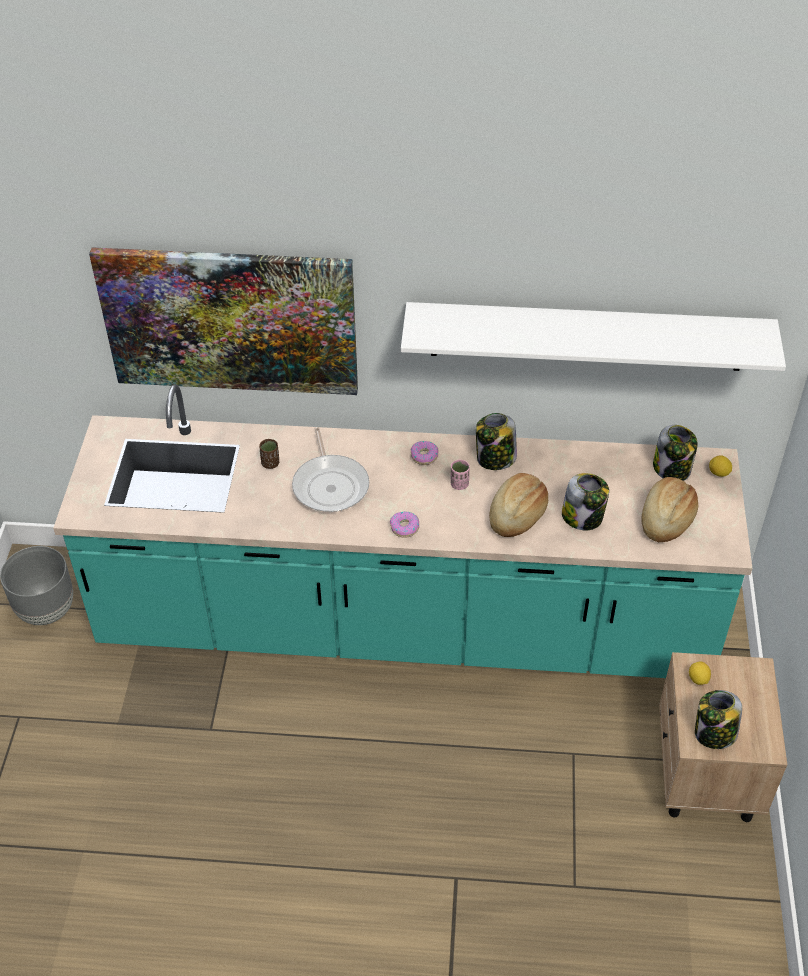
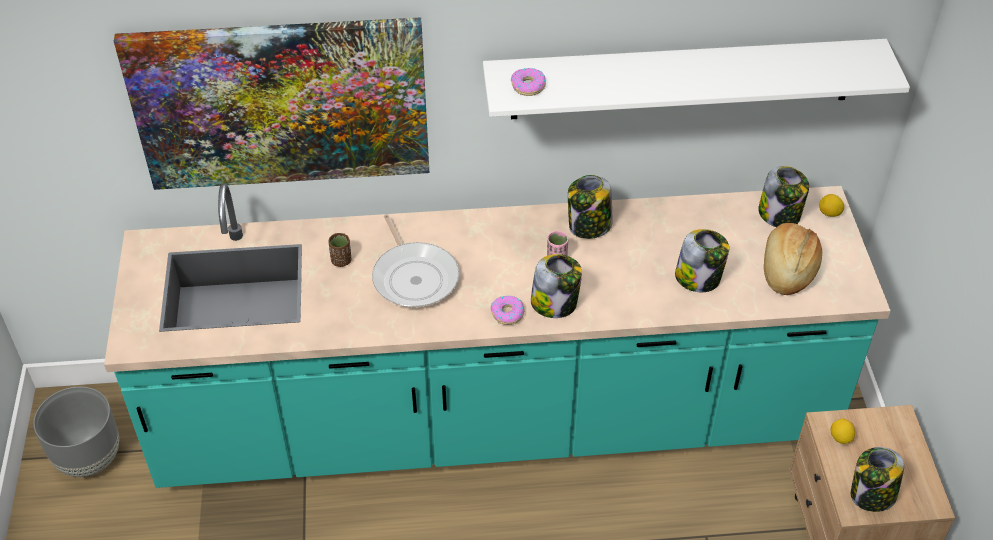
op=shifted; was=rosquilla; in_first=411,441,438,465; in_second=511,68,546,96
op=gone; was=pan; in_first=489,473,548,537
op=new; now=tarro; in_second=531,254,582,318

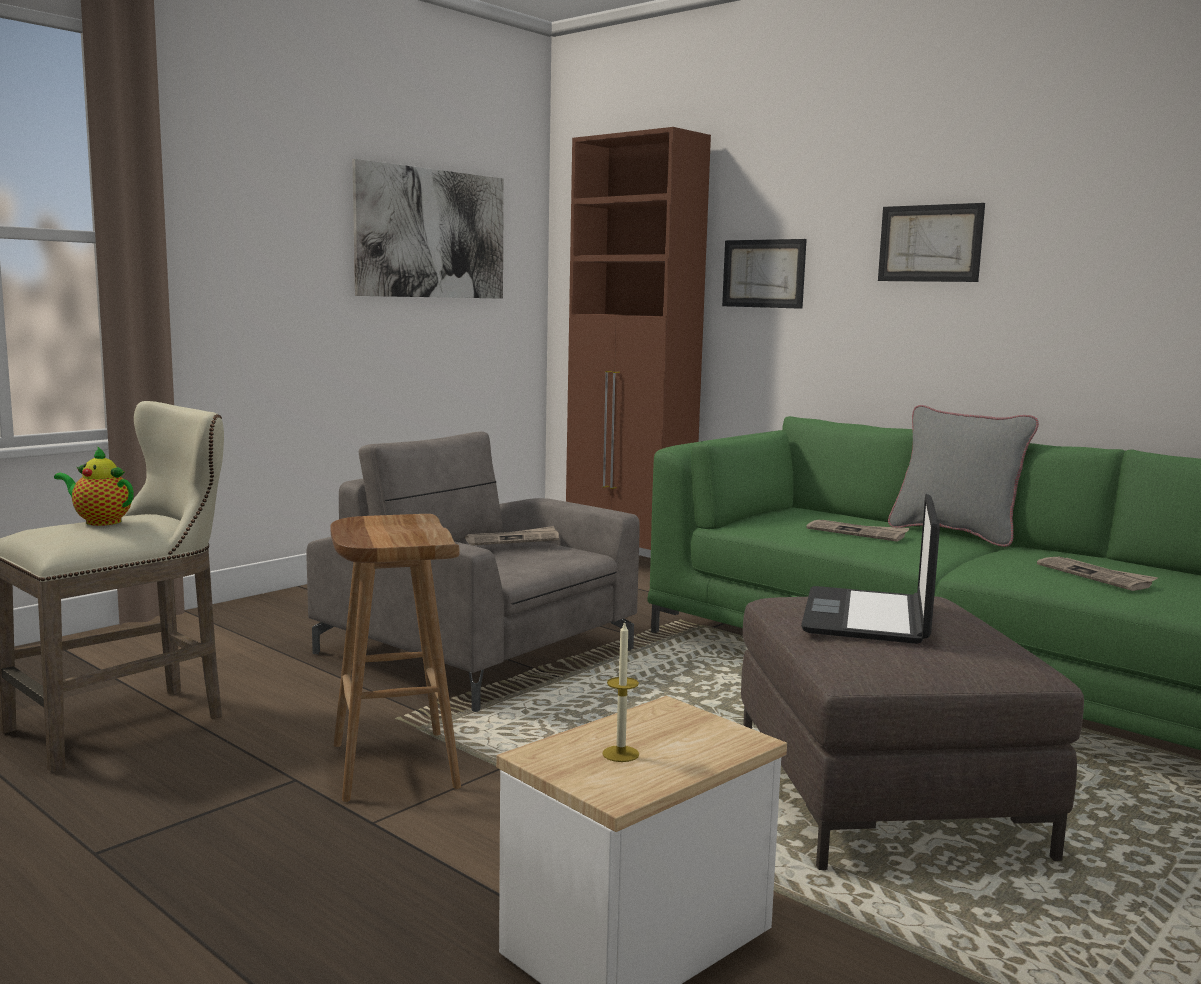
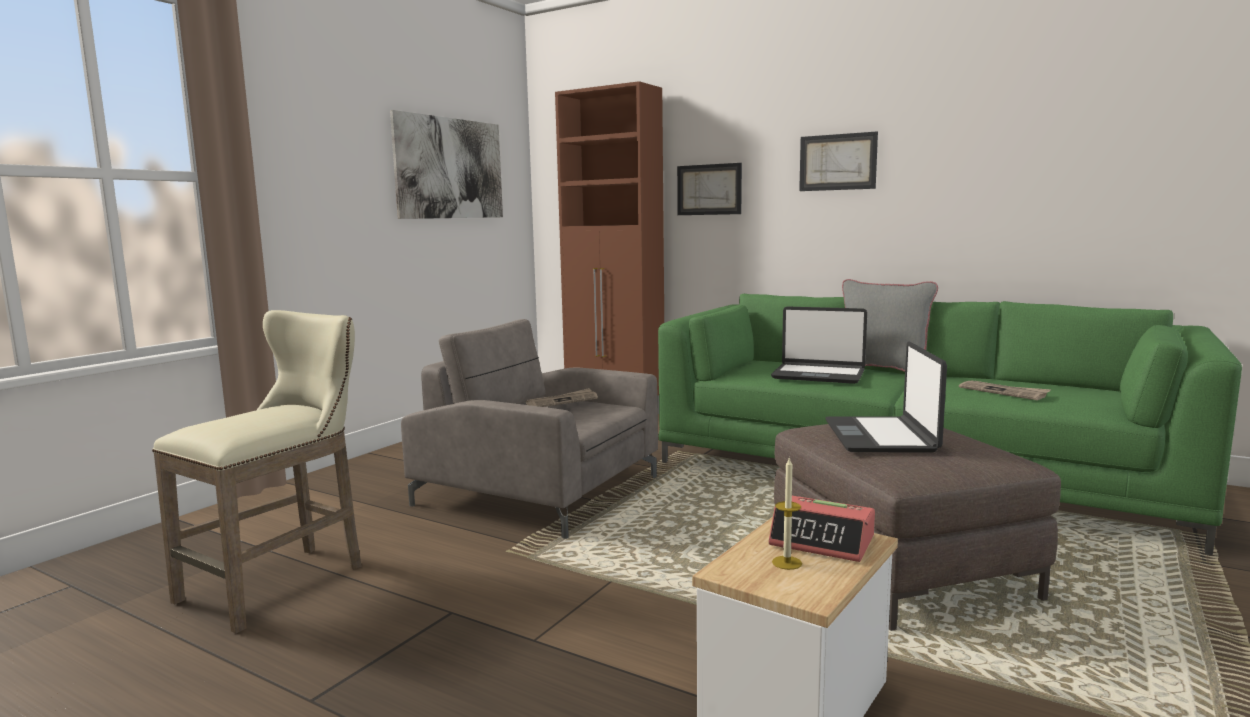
op=gone; was=tetera; in_first=54,446,134,526
op=gone; was=taburete (marrón); in_first=330,514,461,802
op=swapped; was=periódico; now=portátil; in_first=807,520,910,542; in_second=771,307,867,384
op=new; now=despertador; in_second=768,496,875,562

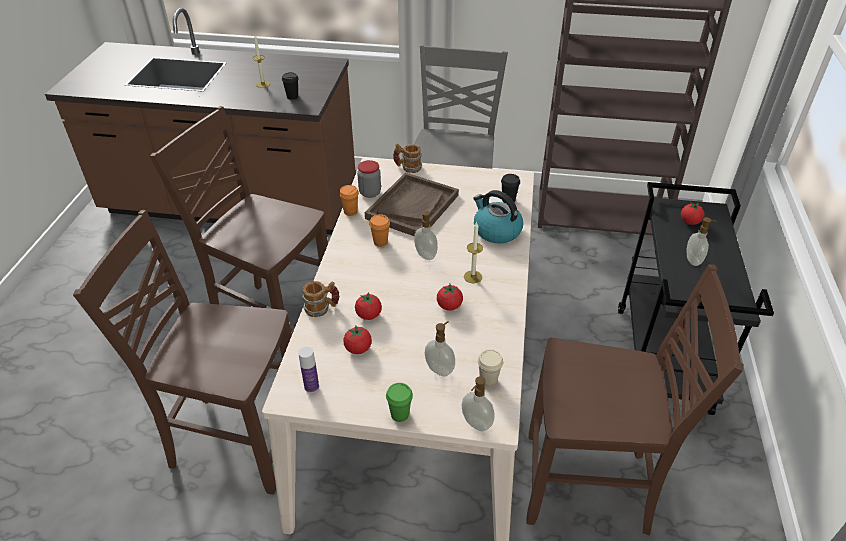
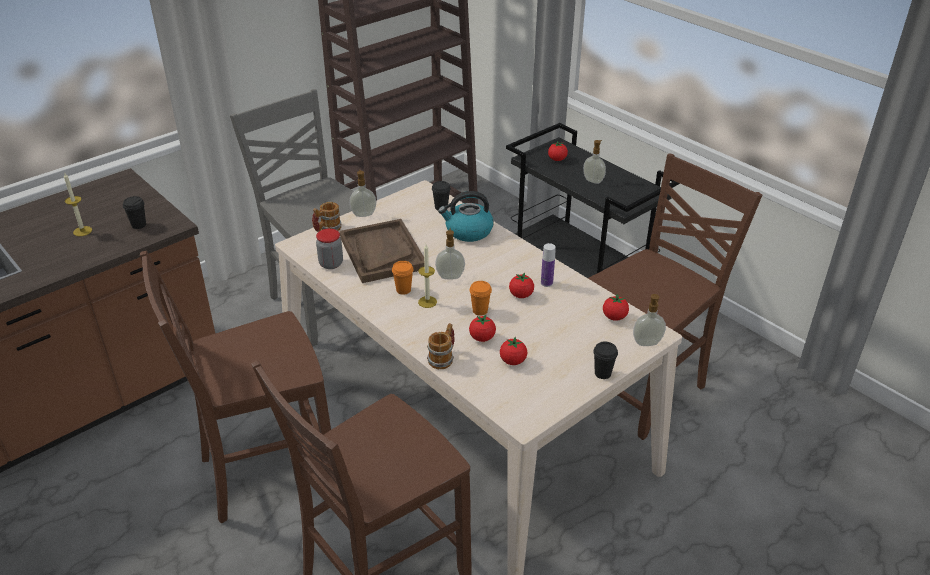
op=shifted; was=taza (naranja); in_first=339,185,359,216; in_second=469,281,492,316
op=shifted; was=vela; in_first=464,222,483,283; in_second=418,245,437,308
op=shifted; was=dispensador de jabón; in_first=425,321,455,376; in_second=349,170,376,217
op=shifted; was=botella; in_first=299,347,319,393; in_second=541,243,556,287
op=swapped; was=taza (beis); now=tomate; in_first=477,349,503,387; in_second=603,294,629,321
op=repainted; was=taza (verde); now=taza (negro); in_first=386,383,413,422; in_second=593,342,618,379

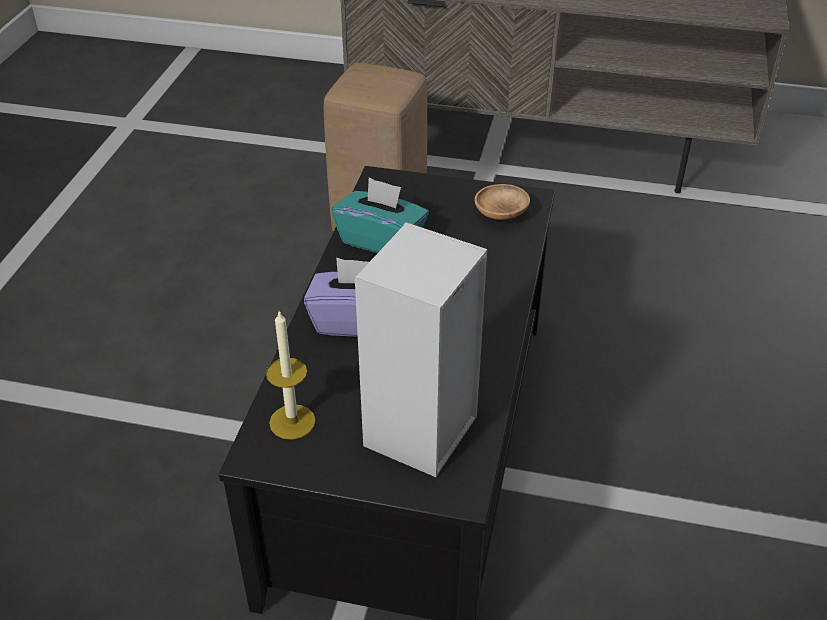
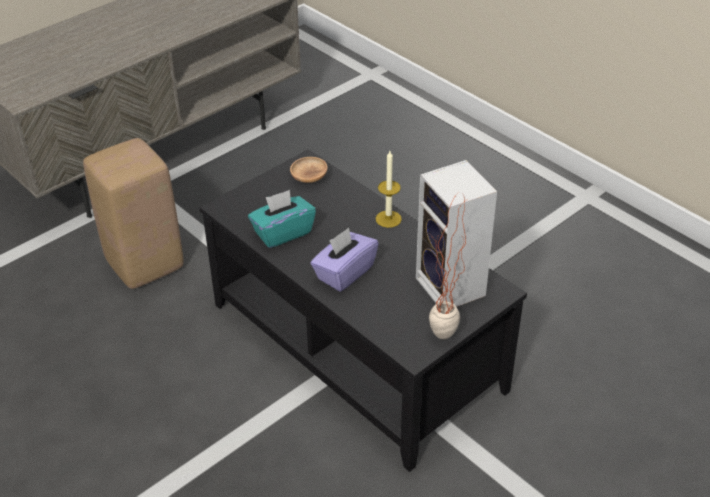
op=shifted; was=vela; in_first=266,311,316,440; in_second=376,151,402,228
op=new; now=planta en maceta; in_second=429,193,466,340

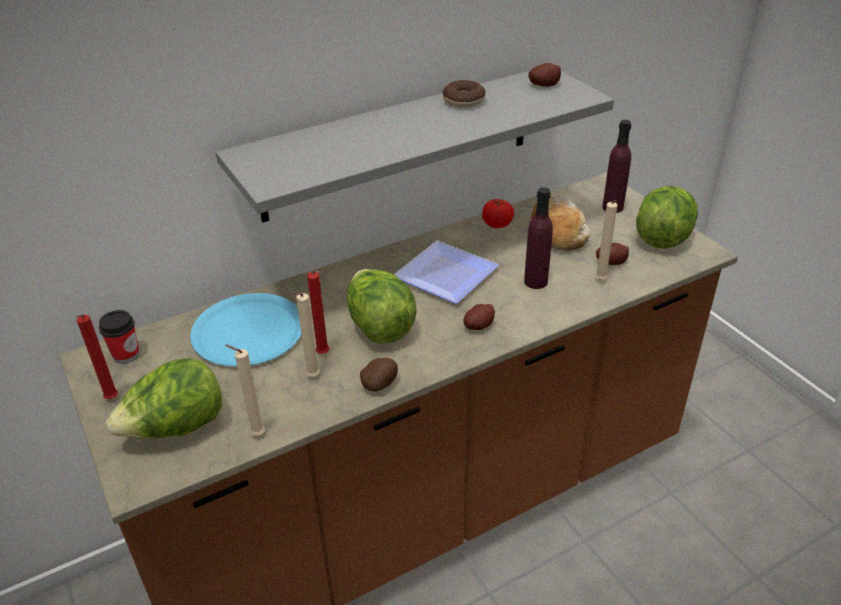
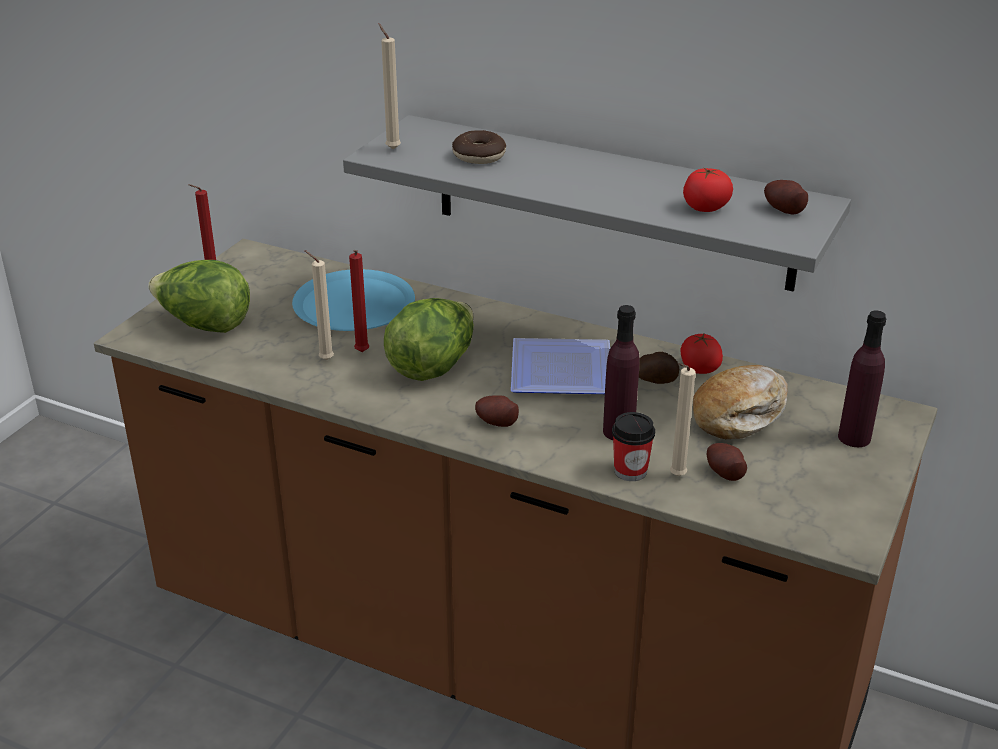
op=shifted; was=rosquilla; in_first=443,80,486,107; in_second=452,130,506,164
op=gone; was=lechuga; in_first=636,186,698,249
op=shifted; was=taza; in_first=99,310,140,364; in_second=612,412,655,481
op=shifted; was=vela (beis); in_first=225,345,265,436; in_second=379,24,401,150
op=shifted; was=patata; in_first=360,358,398,391; in_second=639,352,679,384
op=new; now=tomate; in_second=683,167,733,212

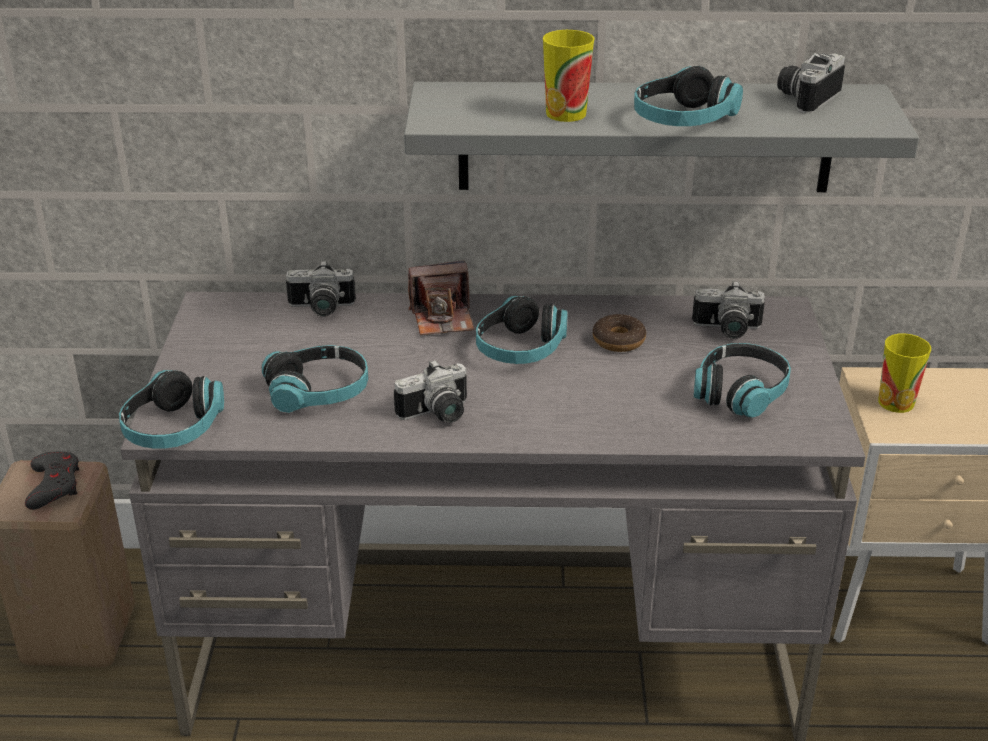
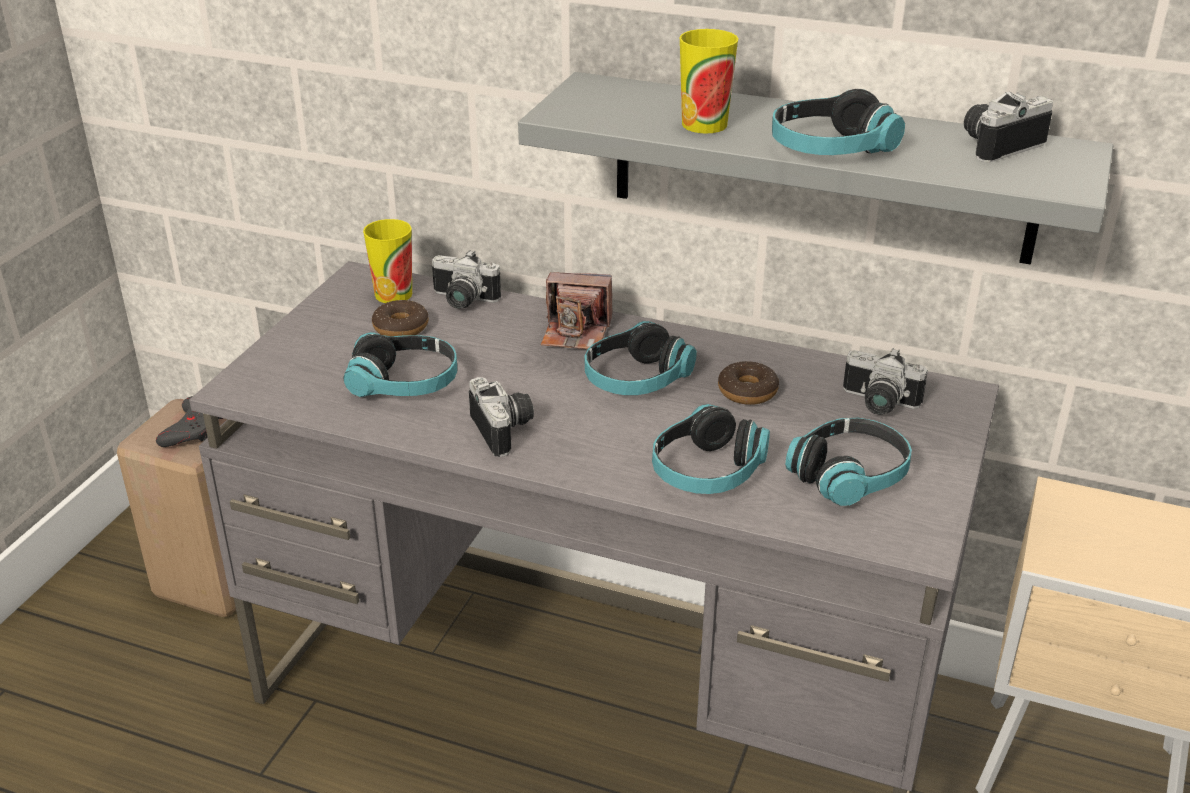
op=shifted; was=taza; in_first=878,334,931,413; in_second=363,219,412,303
op=rotated; was=cámara; in_first=394,360,467,423; in_second=469,377,534,457; clockwise=-105
op=shifted; was=auriculares; in_first=119,370,224,449; in_second=652,404,770,494
op=new; now=rosquilla; in_second=372,300,429,336

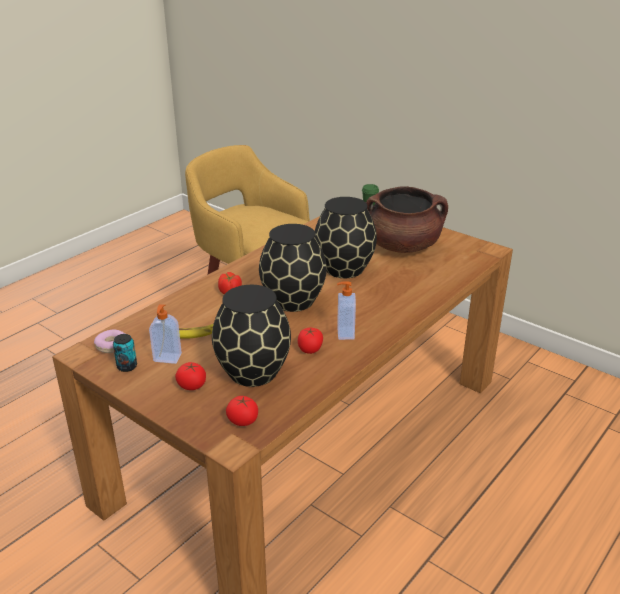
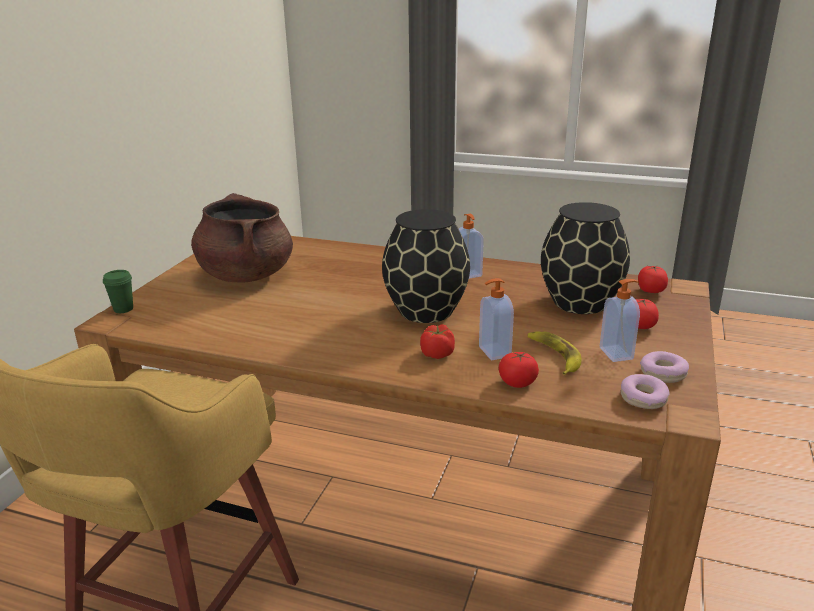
op=gone; was=florero (negro); in_first=315,197,377,278
op=shifted; was=tomate; in_first=298,328,323,354; in_second=499,352,539,388
op=swapped; was=lata; now=rosquilla; in_first=113,334,137,372; in_second=640,351,689,383
op=new; now=dispensador de jabón; in_second=479,278,514,360

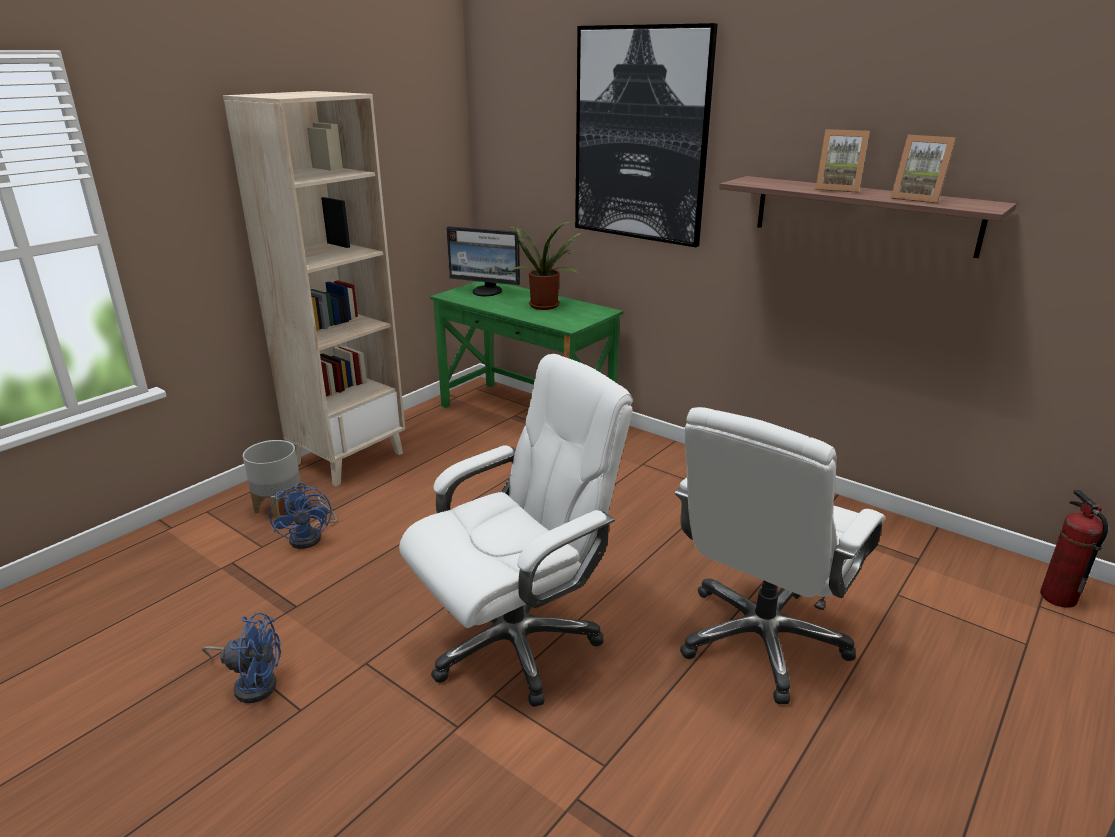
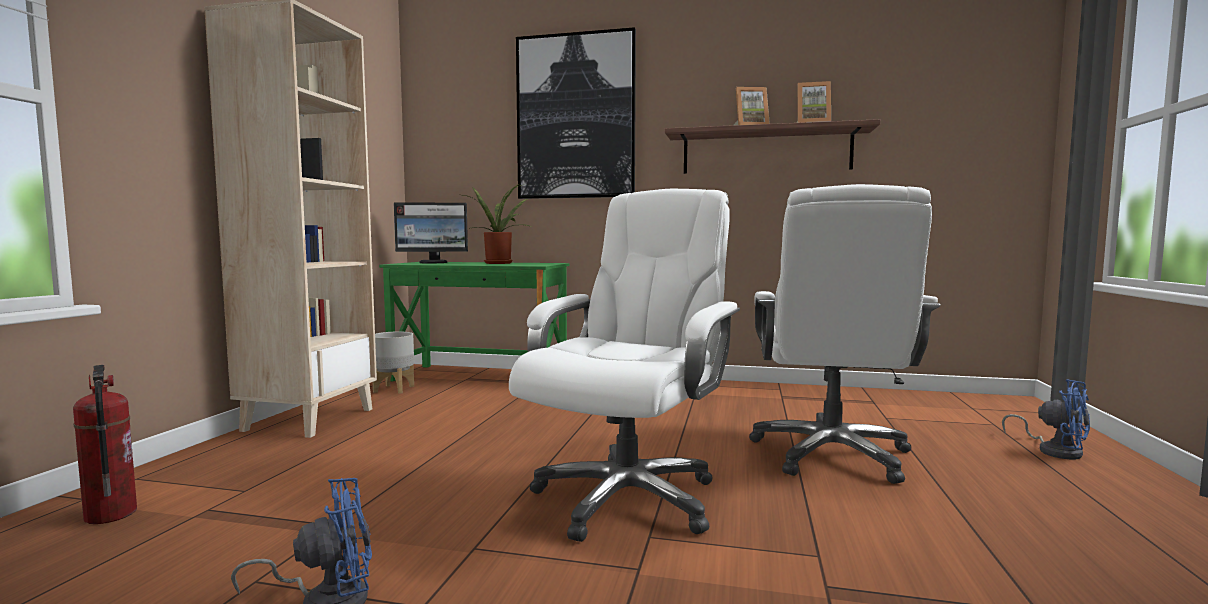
op=shifted; was=maceta (gris); in_first=243,440,303,519; in_second=373,332,414,394
op=shifted; was=ventilador (azul); in_first=269,482,337,549; in_second=1002,379,1090,459
op=shifted; was=extintor; in_first=1040,489,1108,608; in_second=73,365,137,524

